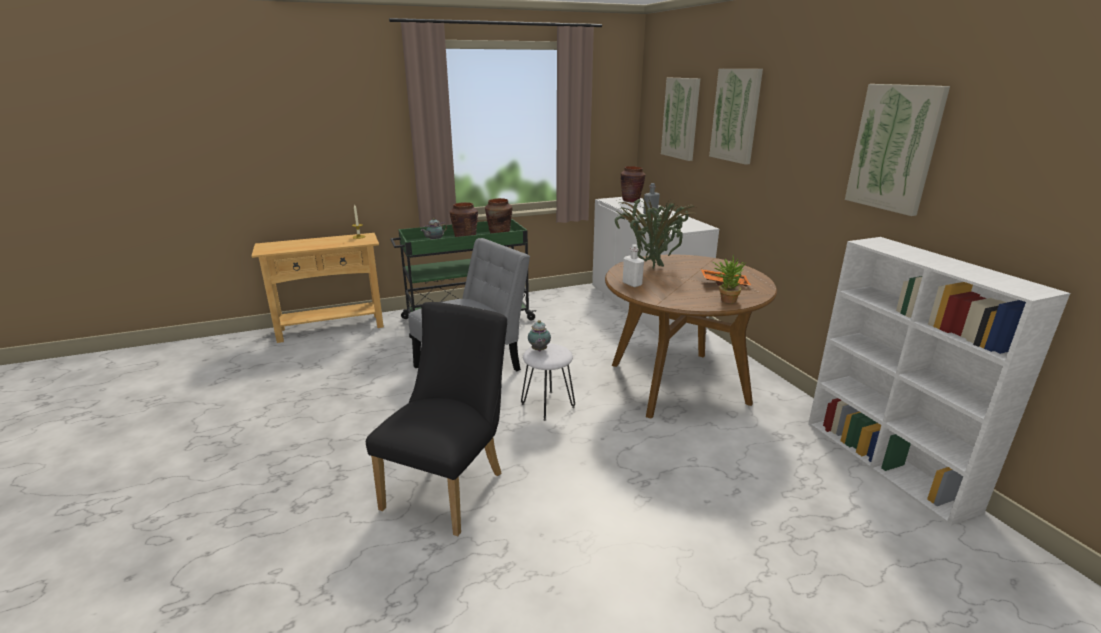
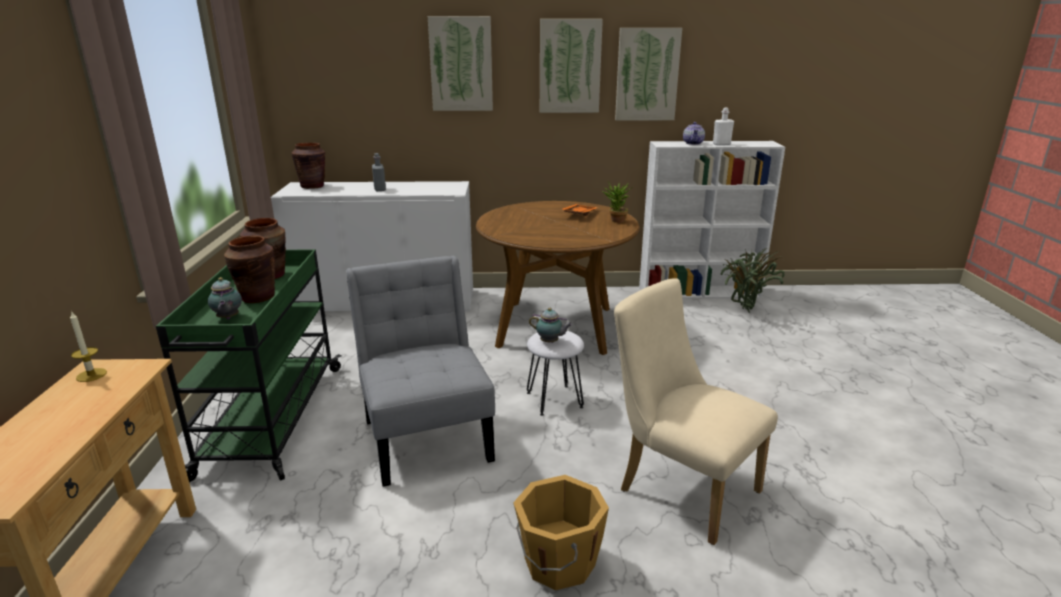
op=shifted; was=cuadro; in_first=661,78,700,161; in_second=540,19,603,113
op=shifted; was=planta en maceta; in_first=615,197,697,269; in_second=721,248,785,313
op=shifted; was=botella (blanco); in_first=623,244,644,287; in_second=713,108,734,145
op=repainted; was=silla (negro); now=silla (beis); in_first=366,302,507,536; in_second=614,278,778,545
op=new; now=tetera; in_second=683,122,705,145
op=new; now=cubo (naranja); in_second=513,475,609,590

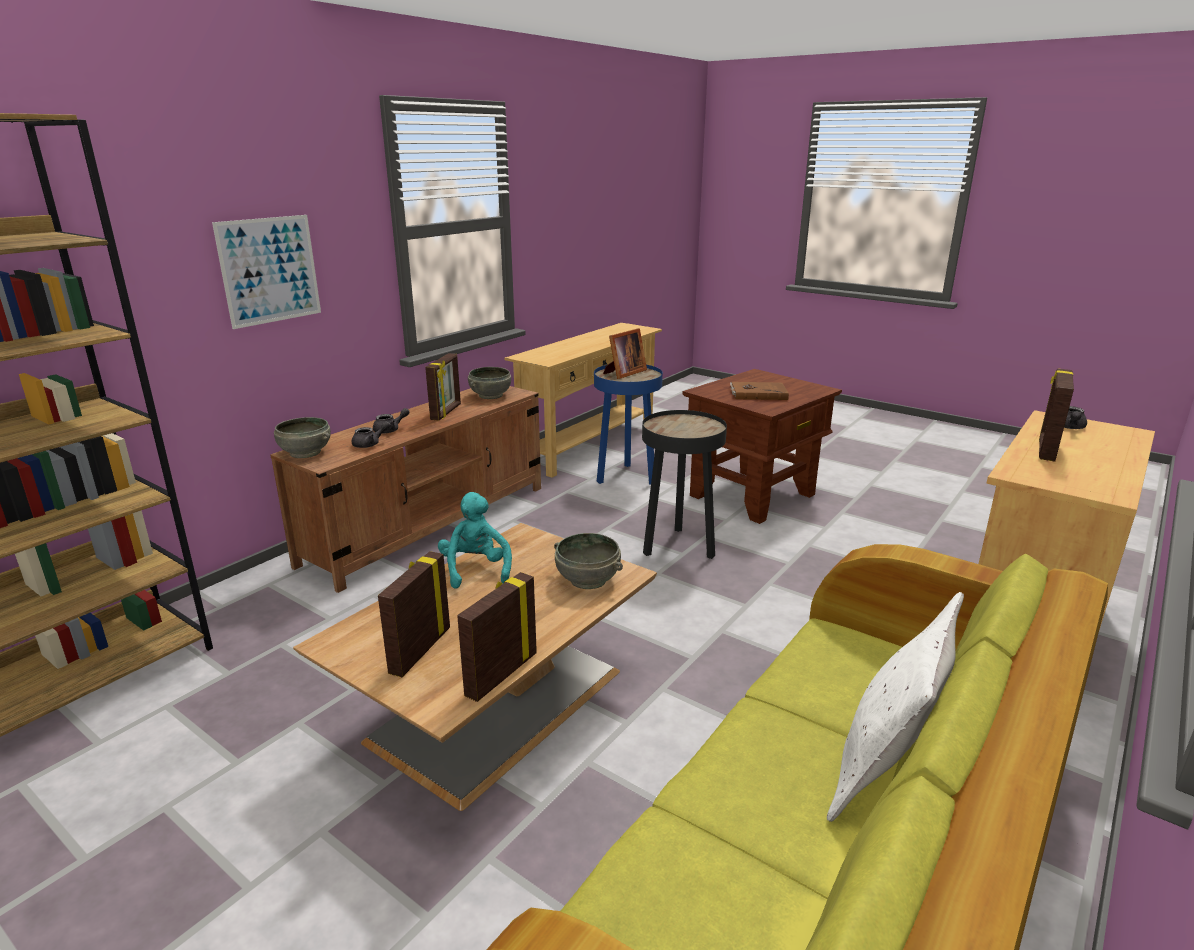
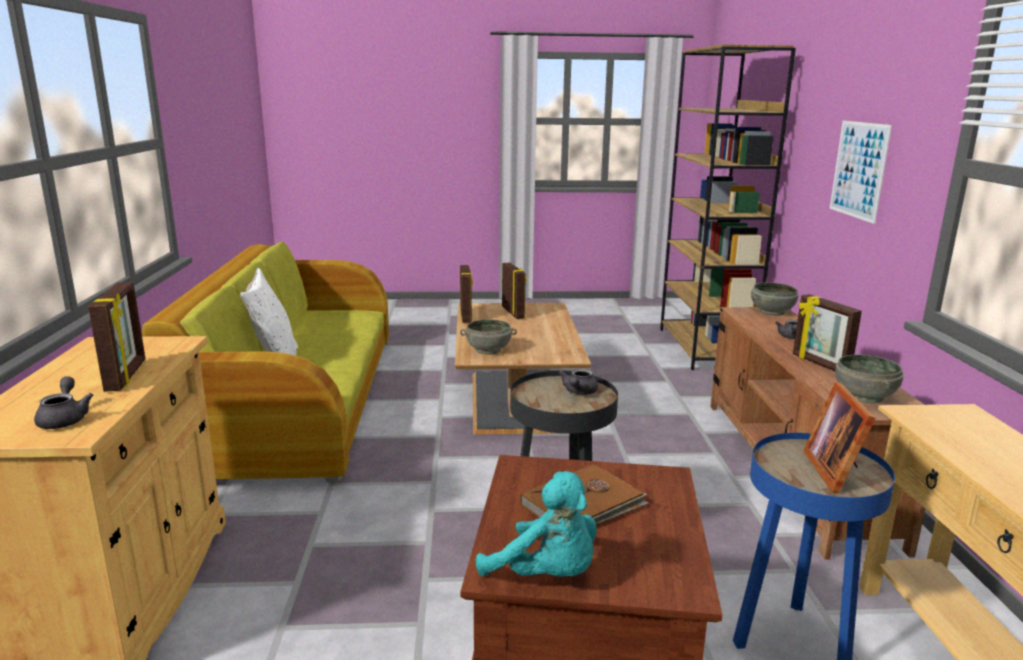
op=shifted; was=tetera (gris); in_first=352,421,391,448; in_second=558,369,598,395
op=shifted; was=peluche (turquesa); in_first=438,492,512,589; in_second=476,471,597,577

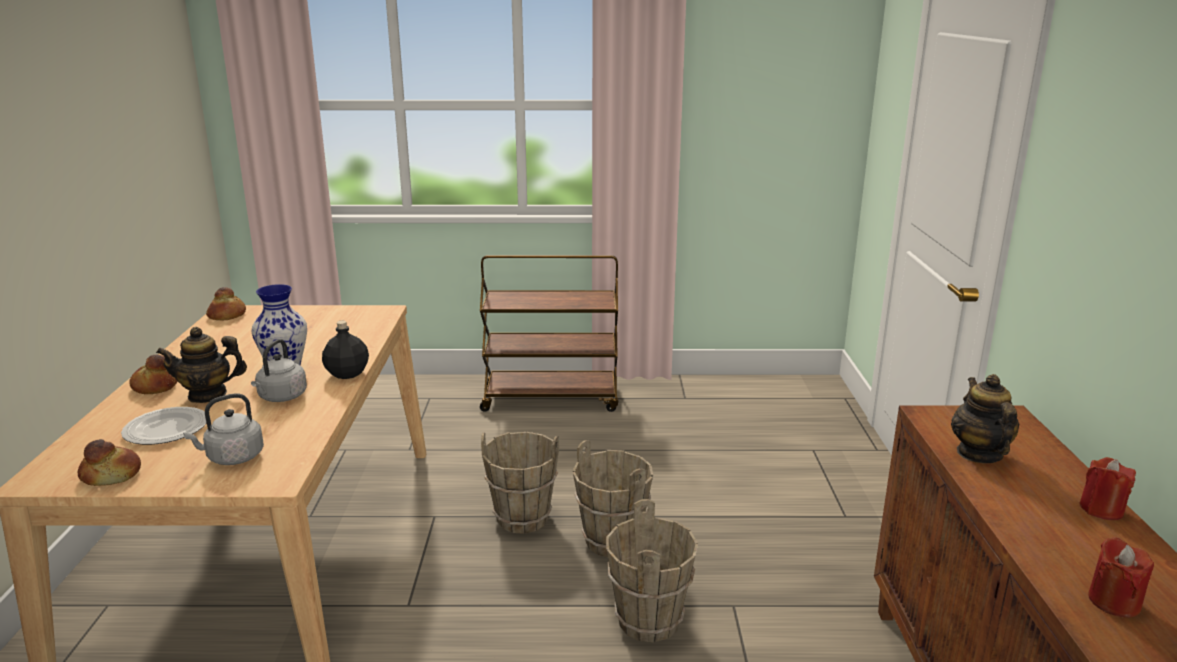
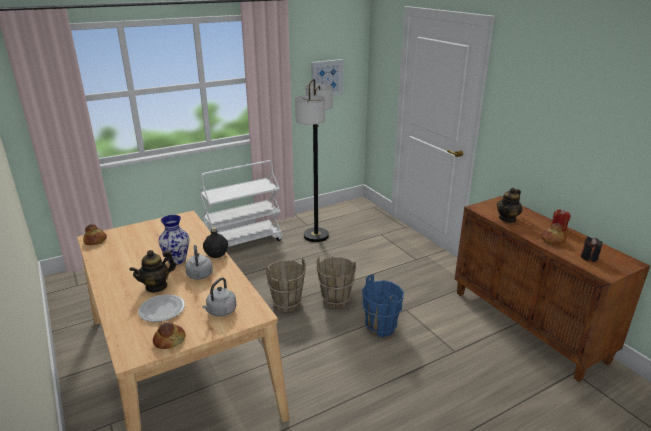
op=repainted; was=carrito (marrón); now=carrito (blanco); in_first=480,255,618,412; in_second=199,160,282,247
op=shifted; was=pan; in_first=129,355,177,394; in_second=540,223,566,244
op=rotated; was=tetera; in_first=951,374,1020,464; in_second=497,188,522,223; clockwise=-105
op=repainted; was=cubo (marrón); now=cubo (azul); in_first=606,499,698,643; in_second=362,274,404,337
op=repainted; was=vela (rojo); now=vela (negro); in_first=1088,537,1154,618; in_second=581,236,602,262
op=new; now=cuadro; in_second=311,59,343,96
op=new; now=lámpara de pie; in_second=295,79,333,242

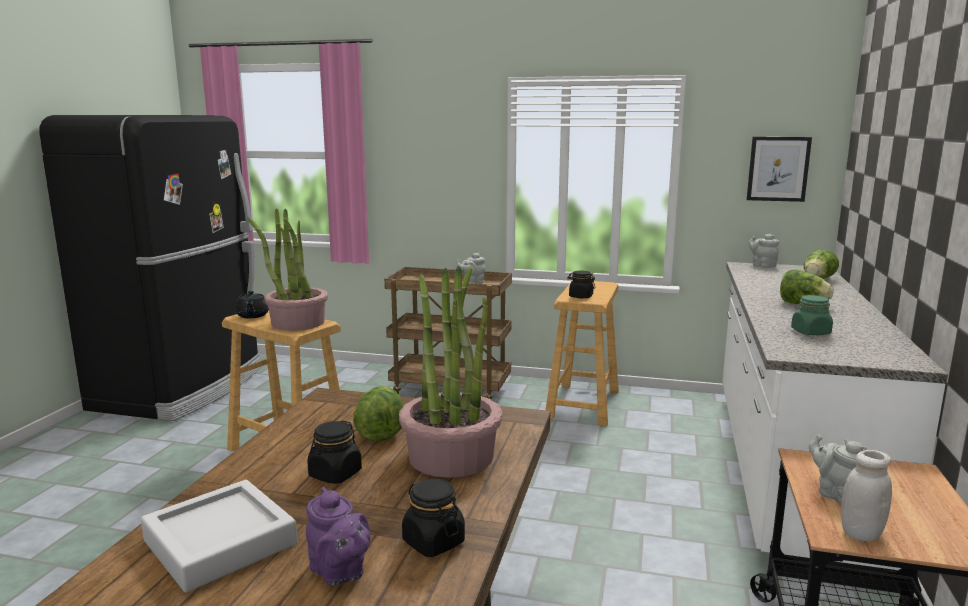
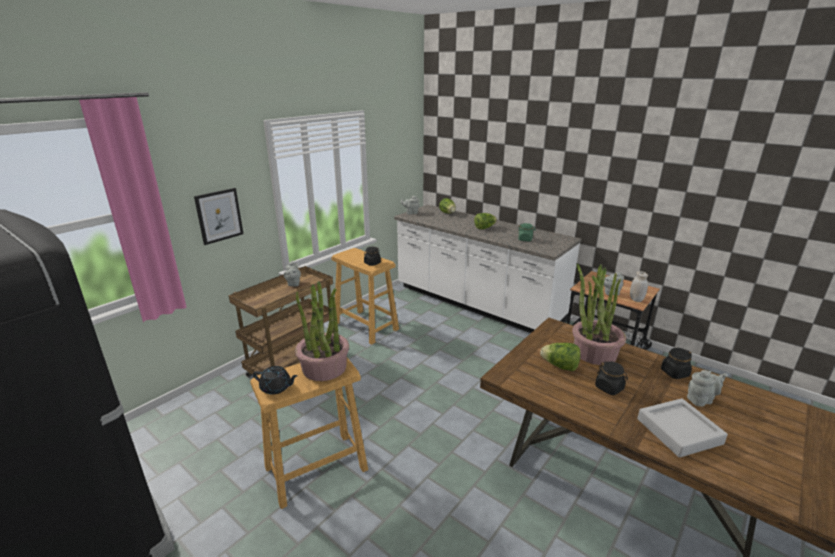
op=shifted; was=cuadro; in_first=747,137,812,202; in_second=194,188,244,245
op=repainted; was=tetera (morado); now=tetera (gris); in_first=306,487,371,586; in_second=687,370,727,407

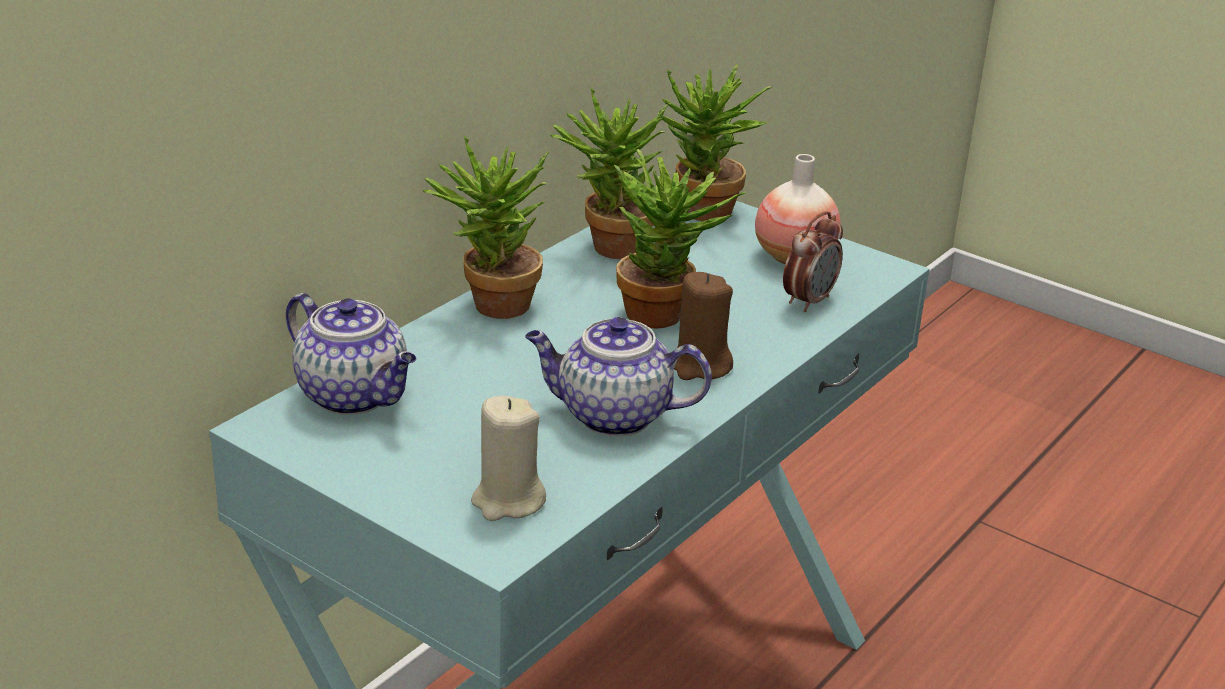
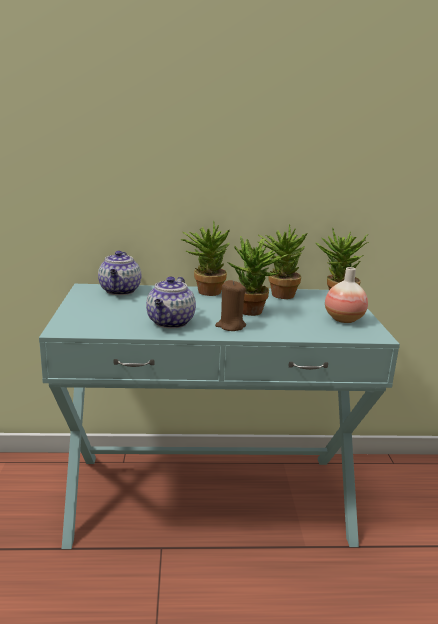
op=gone; was=despertador; in_first=783,211,843,312
op=rotated; was=tetera; in_first=525,317,712,436; in_second=146,277,196,328; clockwise=-135
op=gone; was=vela (beis); in_first=471,396,546,521

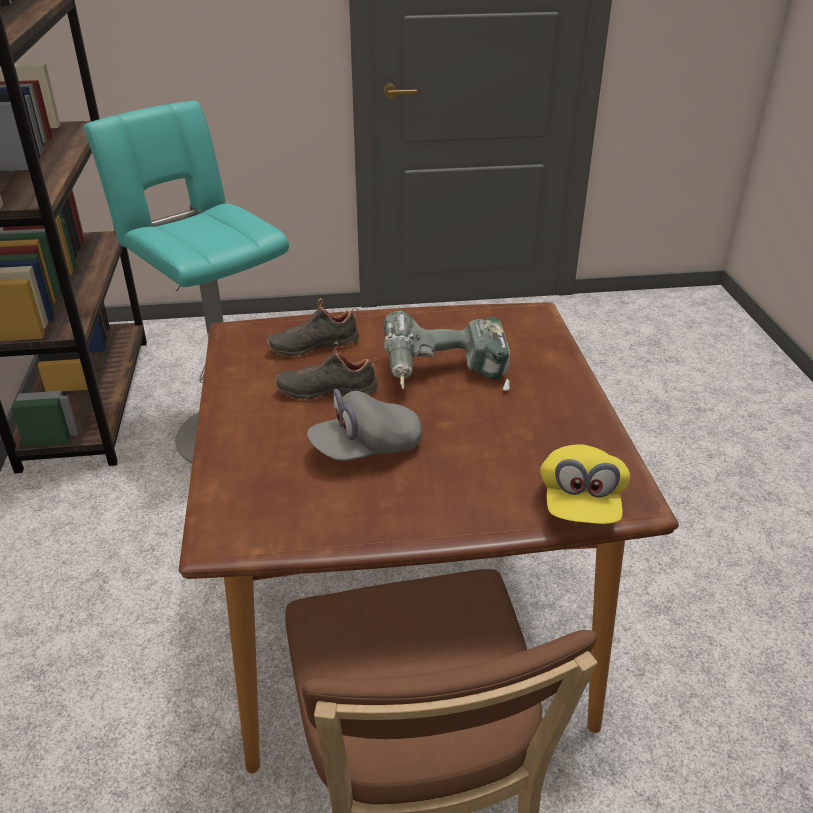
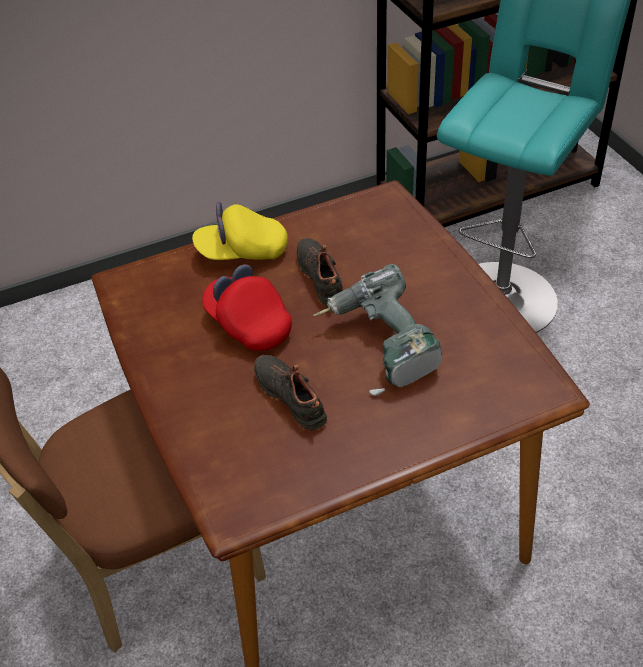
op=shifted; was=zapato (negro); in_first=266,298,359,357; in_second=254,355,327,431
op=repainted; was=gorra (gris); now=gorra (rojo); in_first=307,389,422,461; in_second=202,264,292,351
op=shifted; was=gorra (amarillo); in_first=540,444,630,524; in_second=192,202,288,260

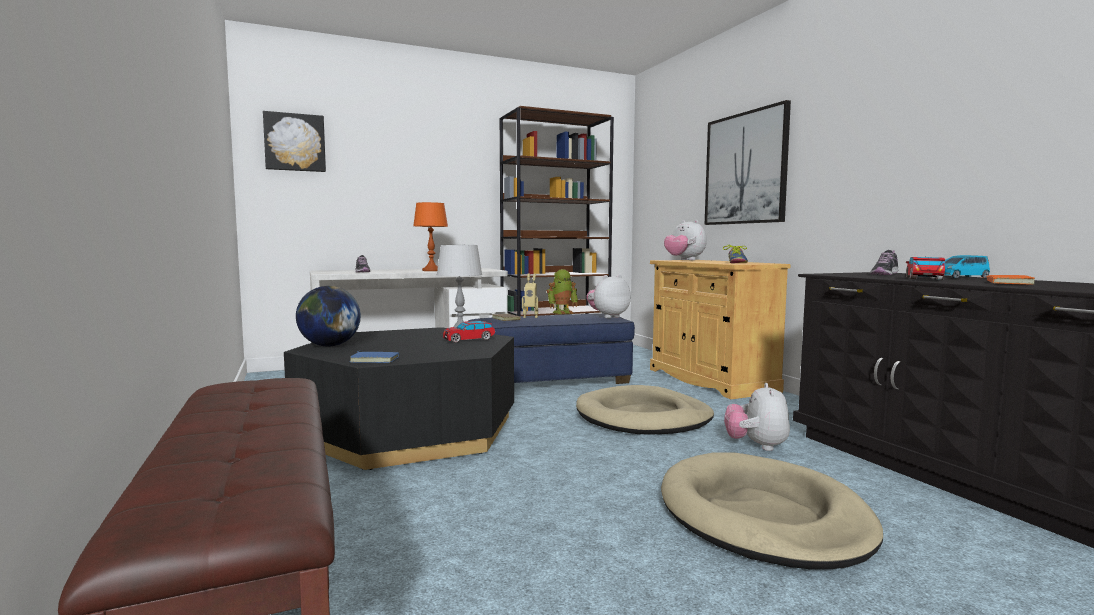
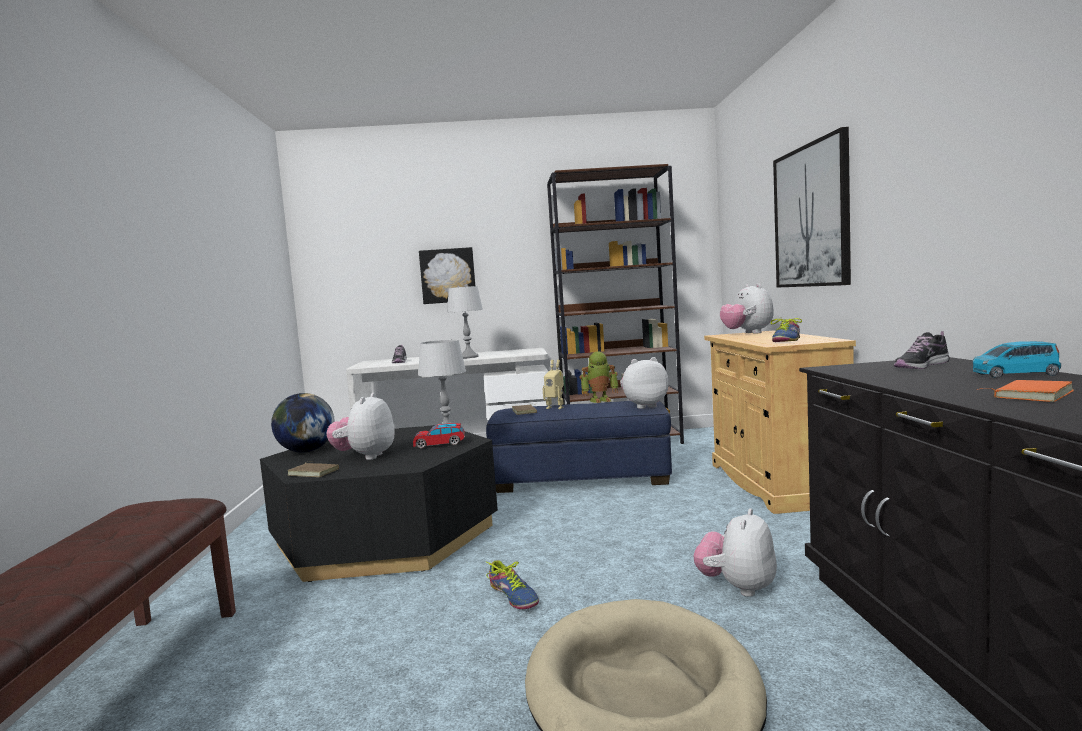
op=shifted; was=cuadro; in_first=263,111,326,172; in_second=419,247,475,304
op=repainted; was=lámpara de mesa (naranja); now=lámpara de mesa (gris); in_first=413,202,448,271; in_second=447,286,483,359
op=gone; was=coche de juguete; in_first=906,257,945,280
op=repainted; was=libro (azul); now=libro (marrón); in_first=350,352,399,363; in_second=287,461,339,477
op=gone; was=cama para perro (beis); in_first=576,385,714,435
op=new; now=peluche; in_second=326,393,394,460
op=new; now=zapato; in_second=485,560,539,609

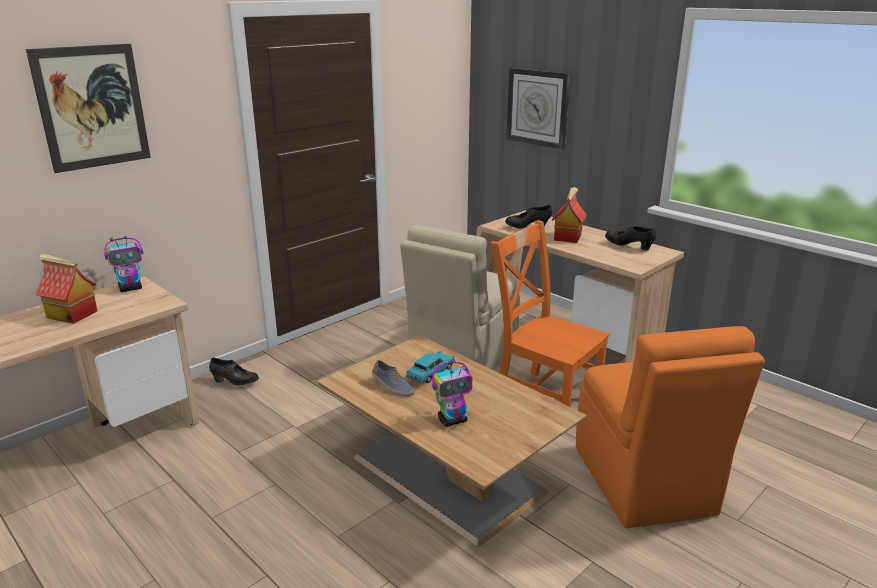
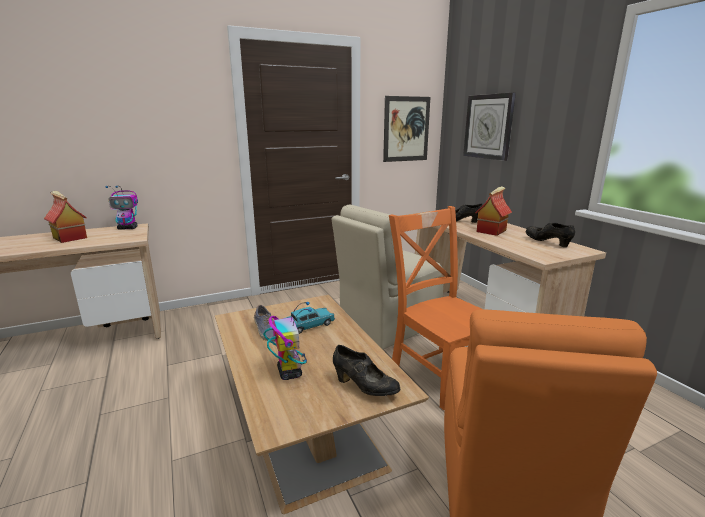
op=shifted; was=cuadro; in_first=26,44,151,173; in_second=383,96,430,162
op=shifted; was=zapato (negro); in_first=209,358,259,385; in_second=333,345,400,396
op=rotated; was=robot de juguete; in_first=432,362,473,427; in_second=263,302,312,380; clockwise=-105

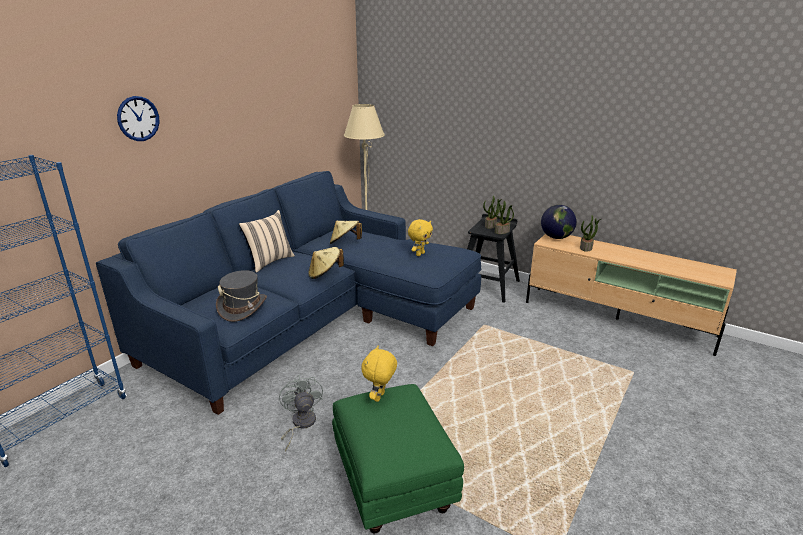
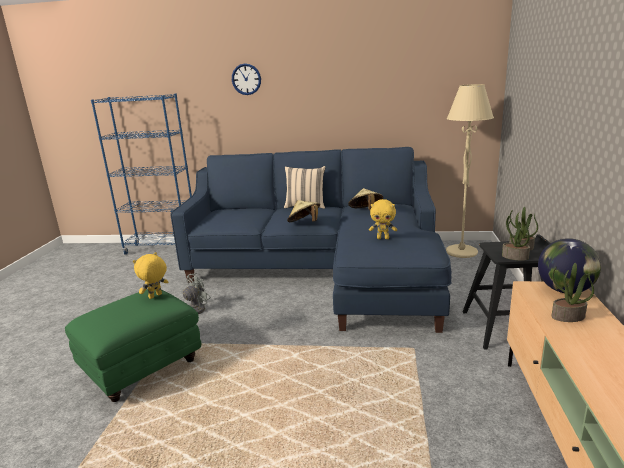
op=gone; was=sombrero (gris); in_first=216,270,267,322
op=rotated; was=peluche (amarillo); in_first=361,345,397,402; in_second=133,252,168,299; clockwise=-45

